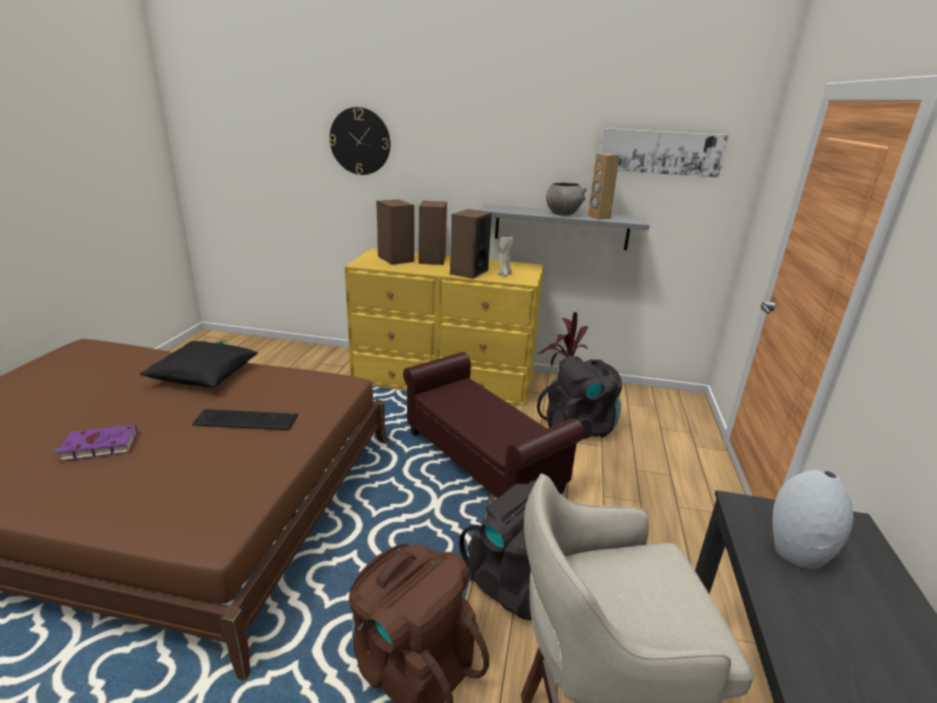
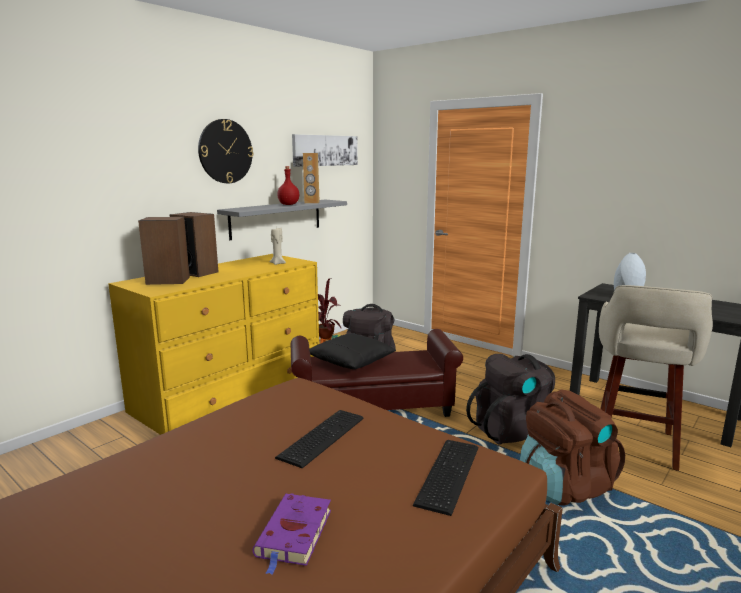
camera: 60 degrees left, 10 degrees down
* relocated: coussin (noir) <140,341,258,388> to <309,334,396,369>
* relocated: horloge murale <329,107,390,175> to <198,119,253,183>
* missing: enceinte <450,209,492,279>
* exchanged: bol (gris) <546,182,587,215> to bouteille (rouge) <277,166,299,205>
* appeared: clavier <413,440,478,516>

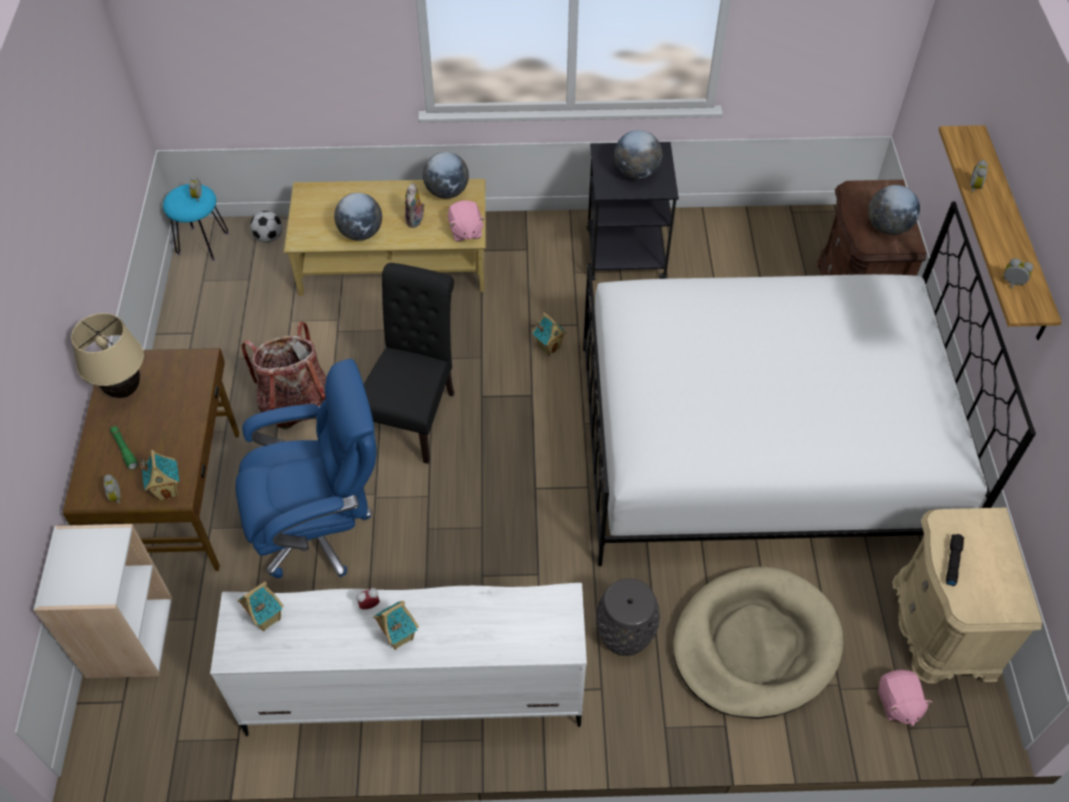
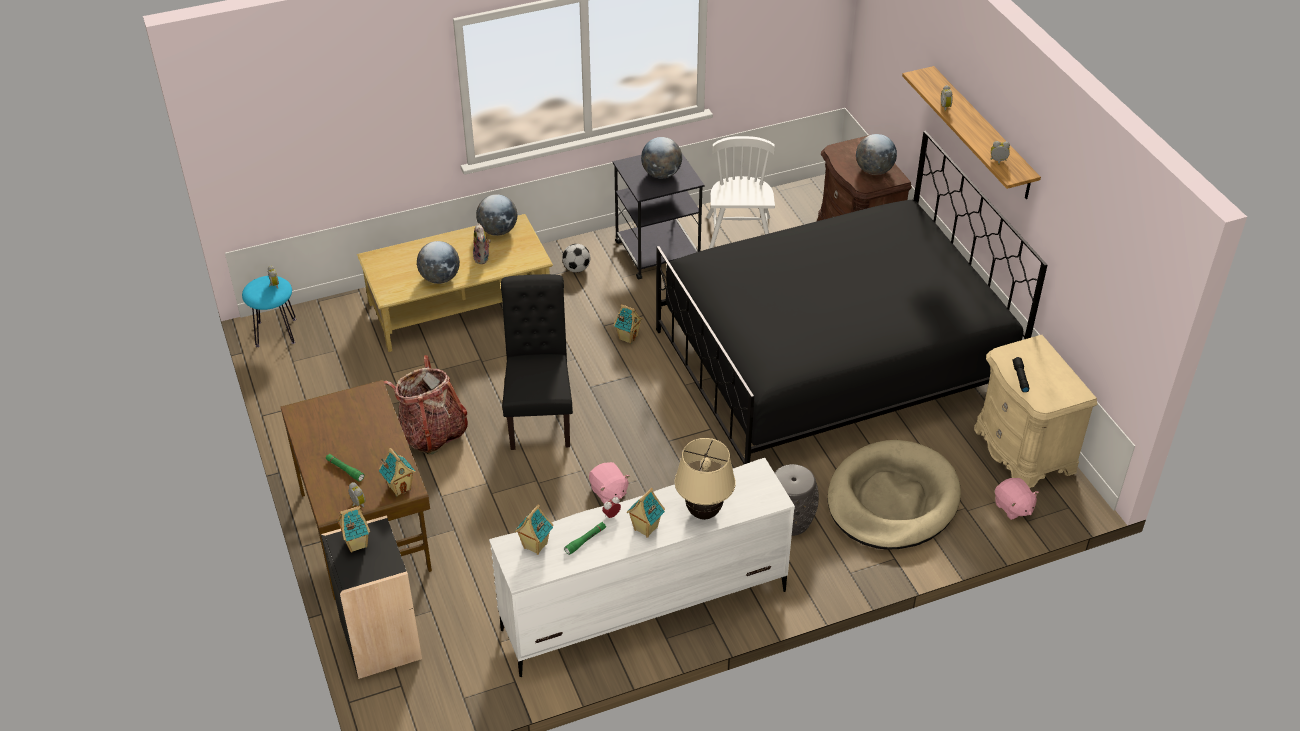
camera: 20 degrees left, 10 degrees down
* colour: bibliothèque (blanc) <34,524,172,678> to bibliothèque (noir) <321,515,422,679>
* relocated: lampe de table (beige) <71,313,144,398> to <674,438,736,520>
* missing: chaise de bureau (bleu) <235,359,377,578>
* relocated: ballon de foot <250,211,282,243> to <562,244,590,273>
* relocated: peluche (rose) <448,200,485,242> to <589,462,630,503>
* colour: lit (blanc) <583,201,1036,566> to lit (noir) <656,131,1047,464>
* appeared: maison miniature <336,506,370,552>
* appeared: lampe de poche (vert) <564,522,606,555>
* appeared: chaise (blanc) <706,136,775,249>

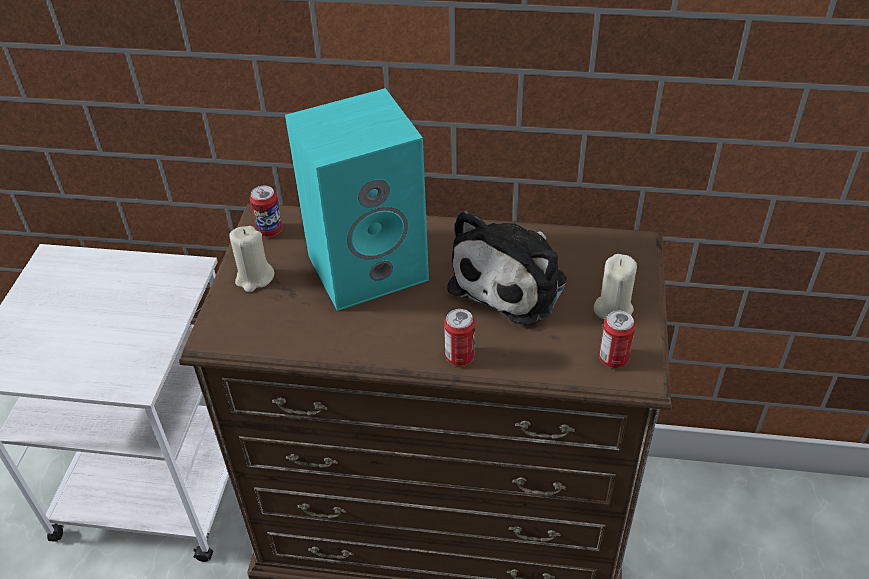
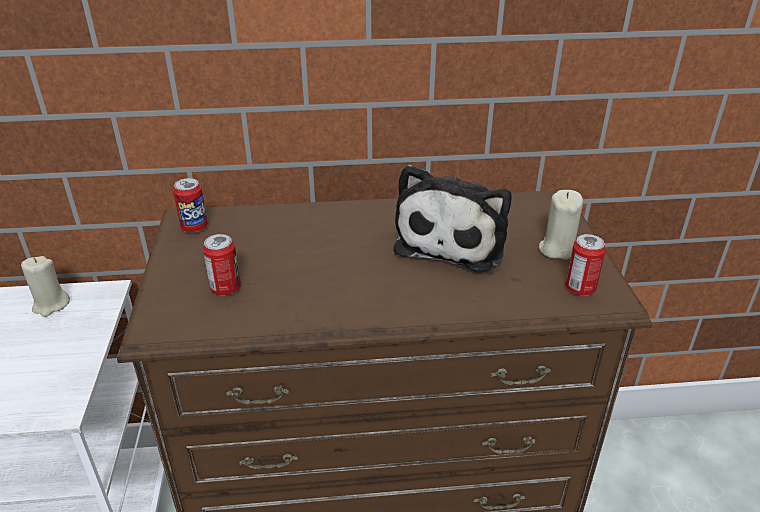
camera: 15 degrees left, 10 degrees down
* relocated: bougie (beige) <230,226,275,292> to <21,256,70,317>
* missing: enceinte (turquoise) <285,88,429,311>
* relocated: boîte métallique <444,309,475,366> to <203,234,241,295>

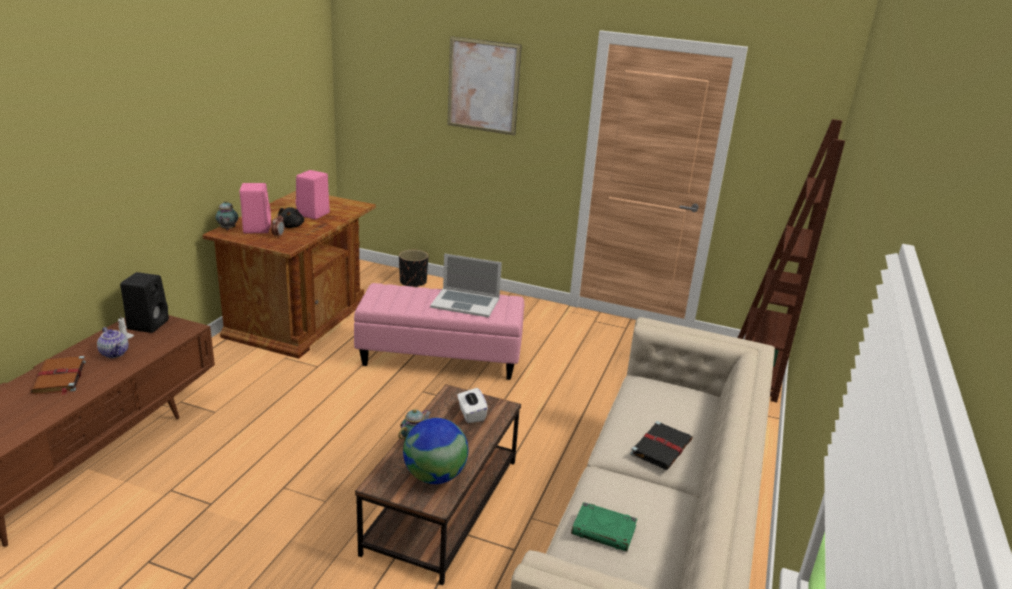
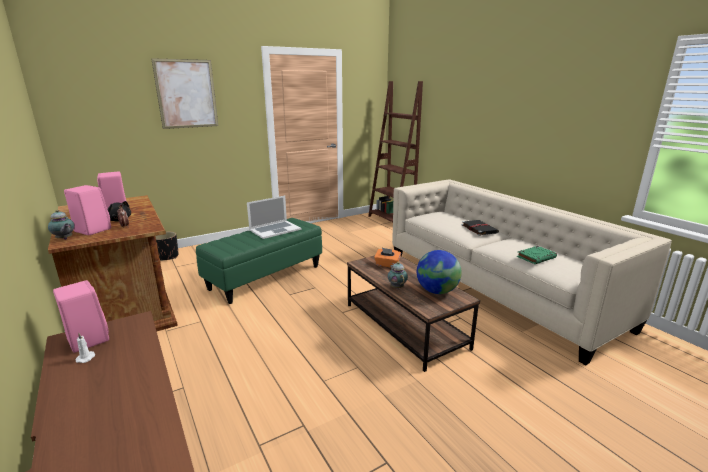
camera: 50 degrees left, 5 degrees down
* missing: livre (marron) <31,356,86,395>
* missing: théière <97,327,129,358>
* colour: enceinte (noir) <120,272,169,333> to enceinte (rose) <53,280,109,353>
* colour: pouf (rose) <354,283,524,380> to pouf (vert) <196,218,322,304>
* colour: boîte à mouchoirs (blanc) <457,388,488,423> to boîte à mouchoirs (orange) <374,248,401,268>

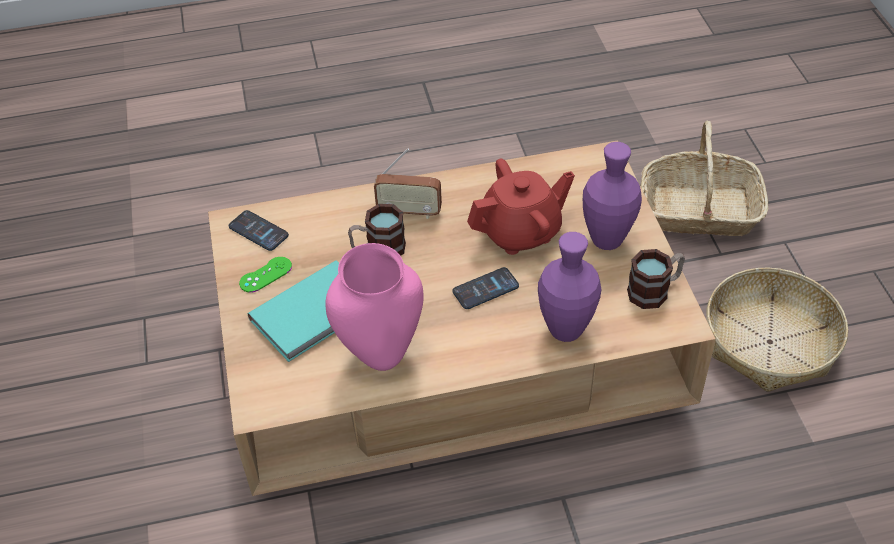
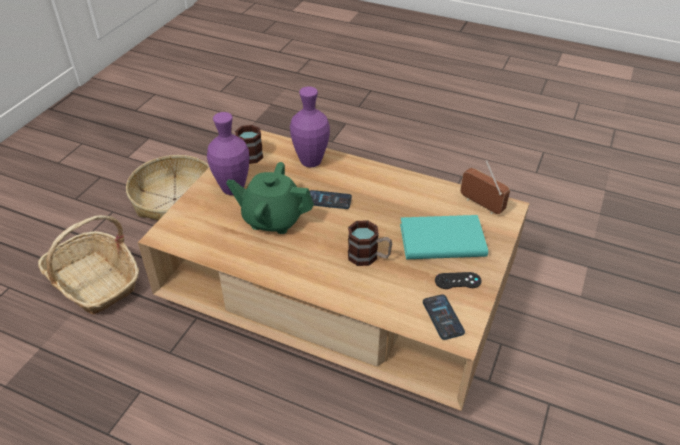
camera: 145 degrees left, 5 degrees down
* colour: manette (vert) <239,257,292,293> to manette (noir) <435,272,482,289>
* missing: vase (rose) <325,243,424,371>
* relocated: radio <374,148,442,219> to <460,160,510,214>
* colour: théière (rouge) <467,159,575,255> to théière (vert) <226,162,314,234>

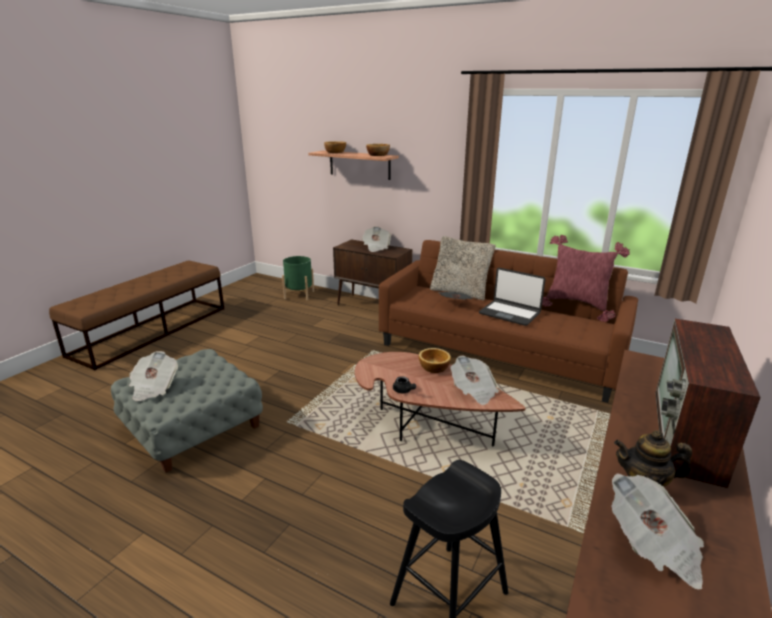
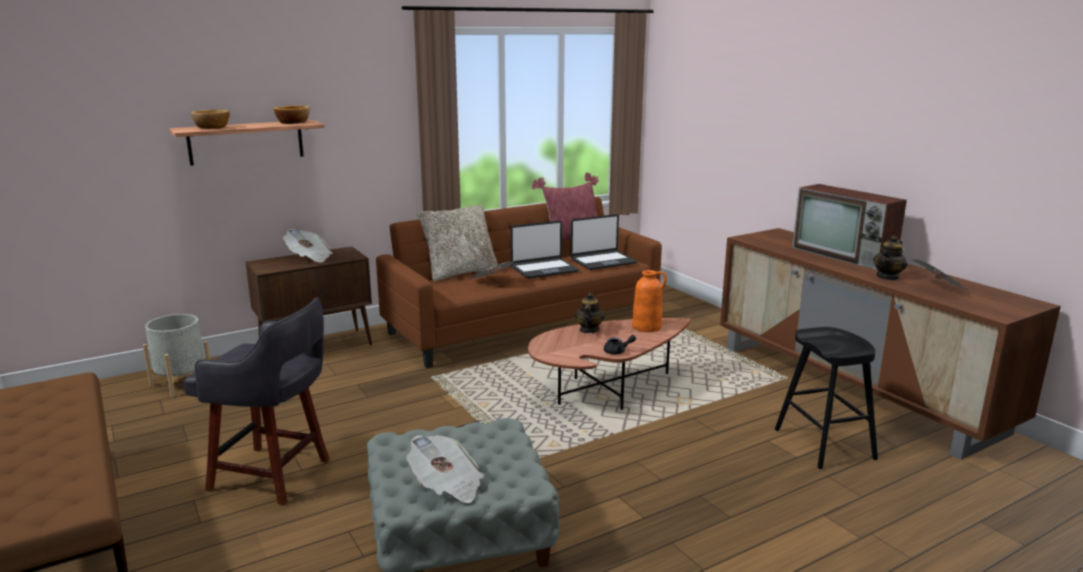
camera: 60 degrees left, 5 degrees down
* colour: cache-pot (vert) <282,256,314,300> to cache-pot (gris) <143,314,210,397>
* exchanged: bol <419,348,451,373> to théière <575,293,605,333>
* exchanged: journal <450,356,499,405> to vase (orange) <632,270,667,332>
* appeared: tabouret (gris) <184,297,330,505>
* appeared: ordinateur portable <570,214,637,270>

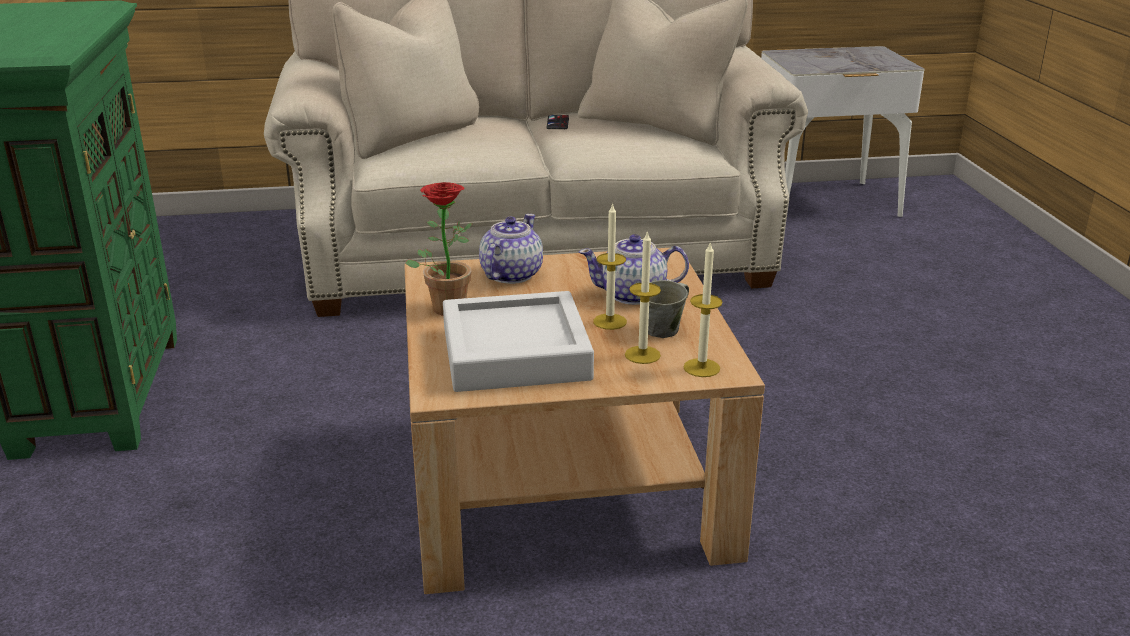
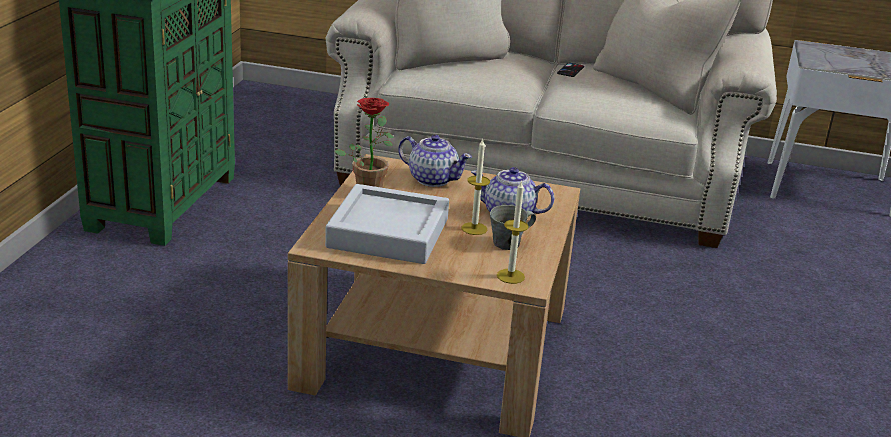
camera: 20 degrees right, 0 degrees up
* spun: théière <479,214,543,284> = <398,135,472,187> 75 degrees clockwise
* missing: bougie <625,230,661,364>

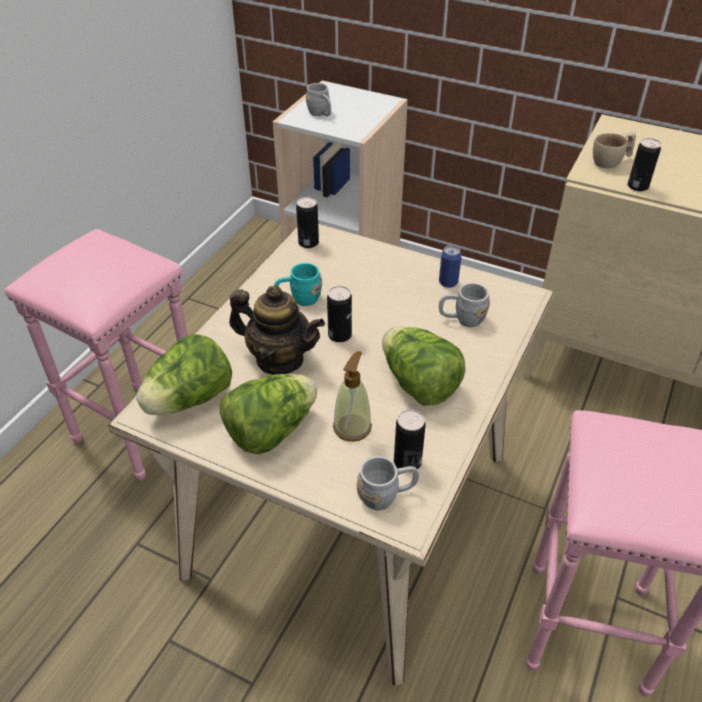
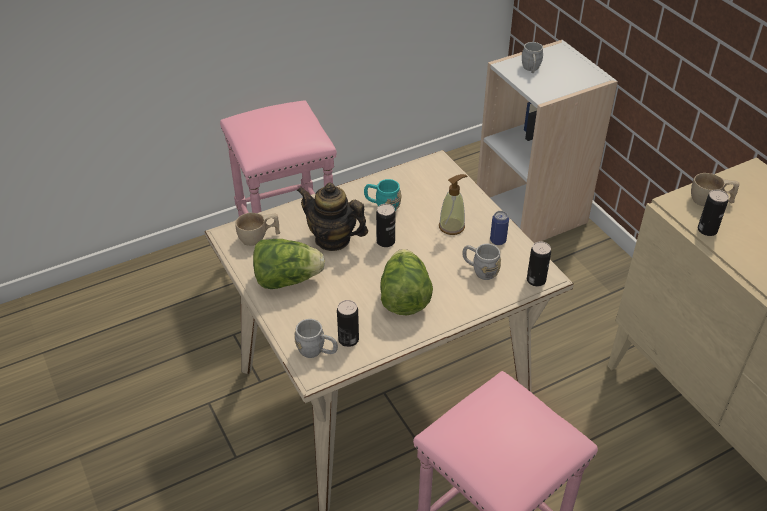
camera: 35 degrees right, 0 degrees up
* exchanged: laitue <136,334,232,415> to tasse (beige) <236,213,280,246>
* spun: théière <229,285,325,375> = <297,183,368,251> 150 degrees clockwise
* relocated: boîte métallique <296,197,319,248> to <527,241,551,286>
* relocated: distributeur de savon <333,351,372,442> to <439,174,467,235>

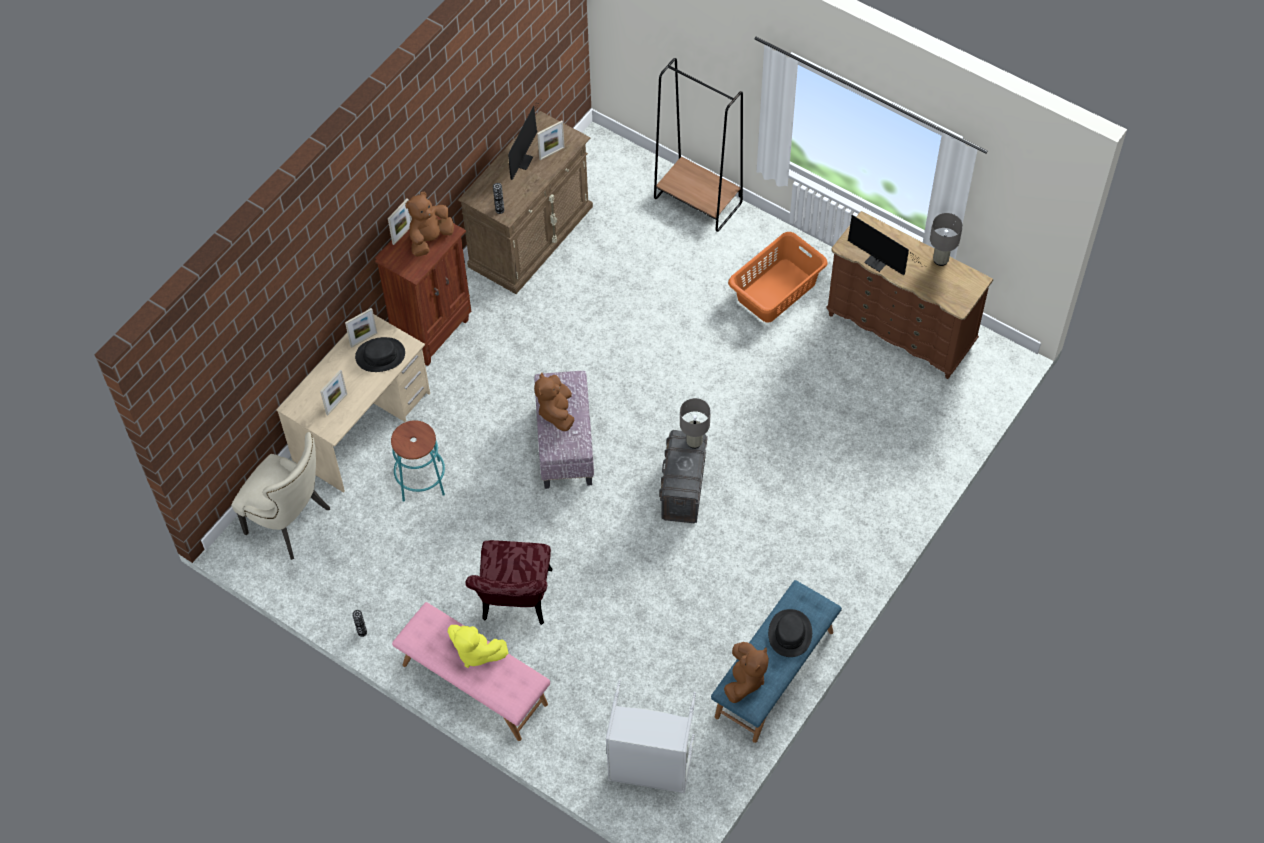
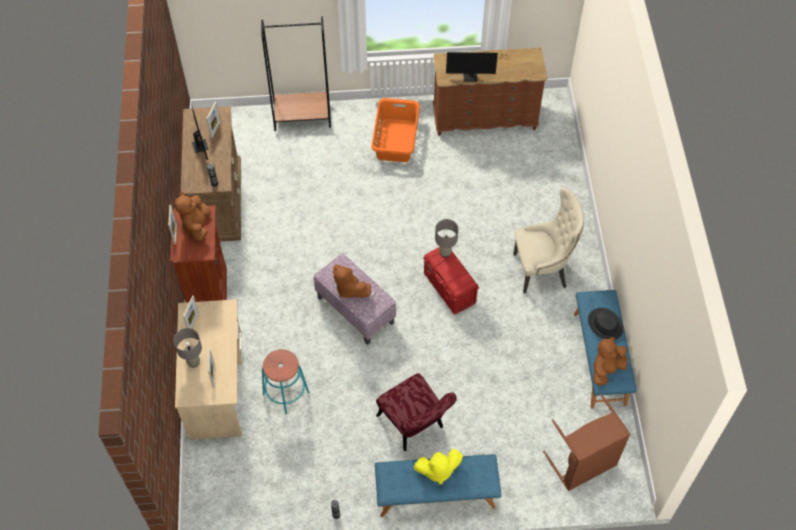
camera: 40 degrees left, 0 degrees up
* relocated: chaise (beige) <232,432,330,560> to <513,187,584,293>
* missing: chapeau (noir) <355,337,405,372>
* colour: banc (rose) <392,602,550,741> to banc (bleu) <375,454,502,517>
* colour: panier à linge (gris) <606,680,696,793> to panier à linge (marron) <543,394,630,491>
* colour: boîte de rangement (gris) <659,430,708,523> to boîte de rangement (rouge) <423,247,479,314>
* spun: peluche (marron) <724,642,769,703> = <593,337,628,385> 105 degrees counterclockwise
* relocated: lampe de table (gris) <930,213,963,266> to <174,328,202,367>

